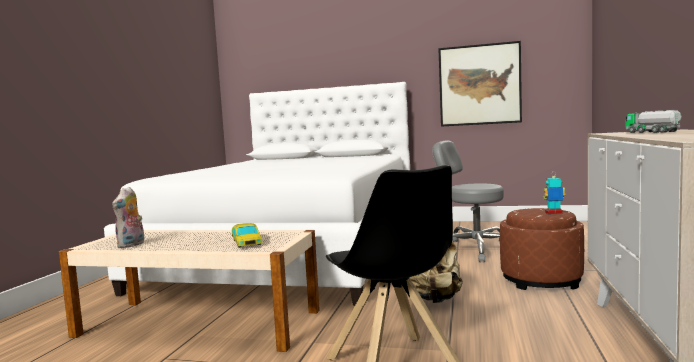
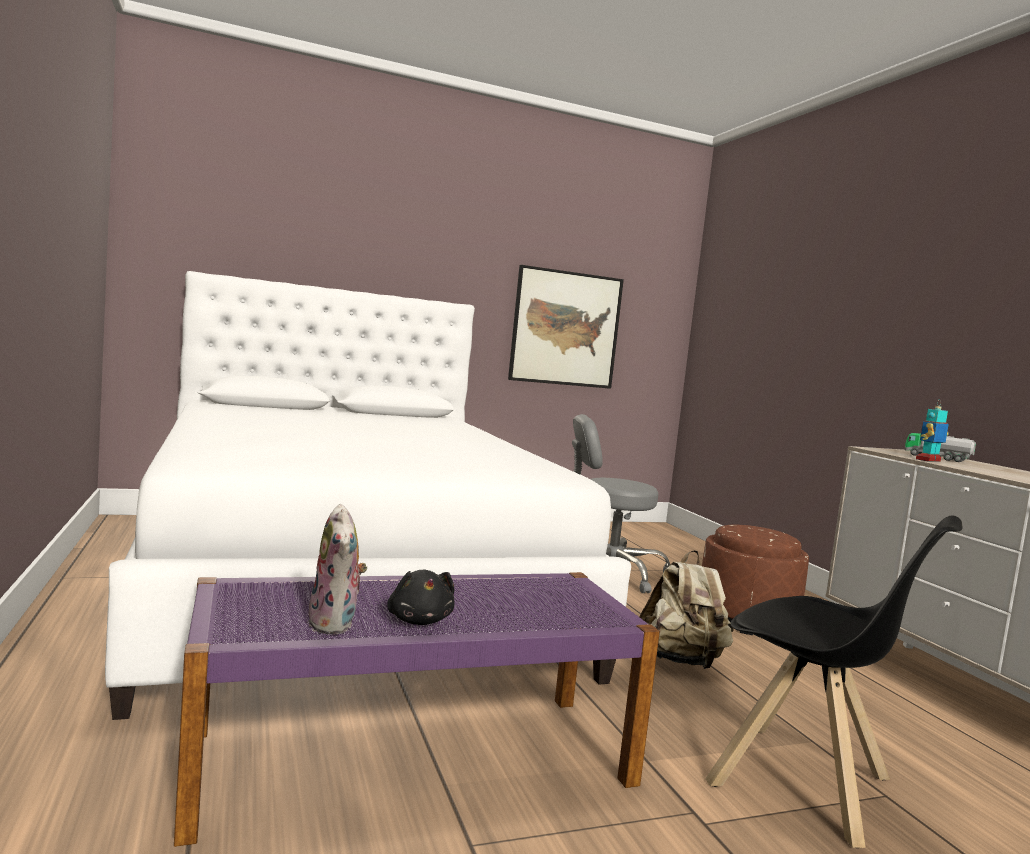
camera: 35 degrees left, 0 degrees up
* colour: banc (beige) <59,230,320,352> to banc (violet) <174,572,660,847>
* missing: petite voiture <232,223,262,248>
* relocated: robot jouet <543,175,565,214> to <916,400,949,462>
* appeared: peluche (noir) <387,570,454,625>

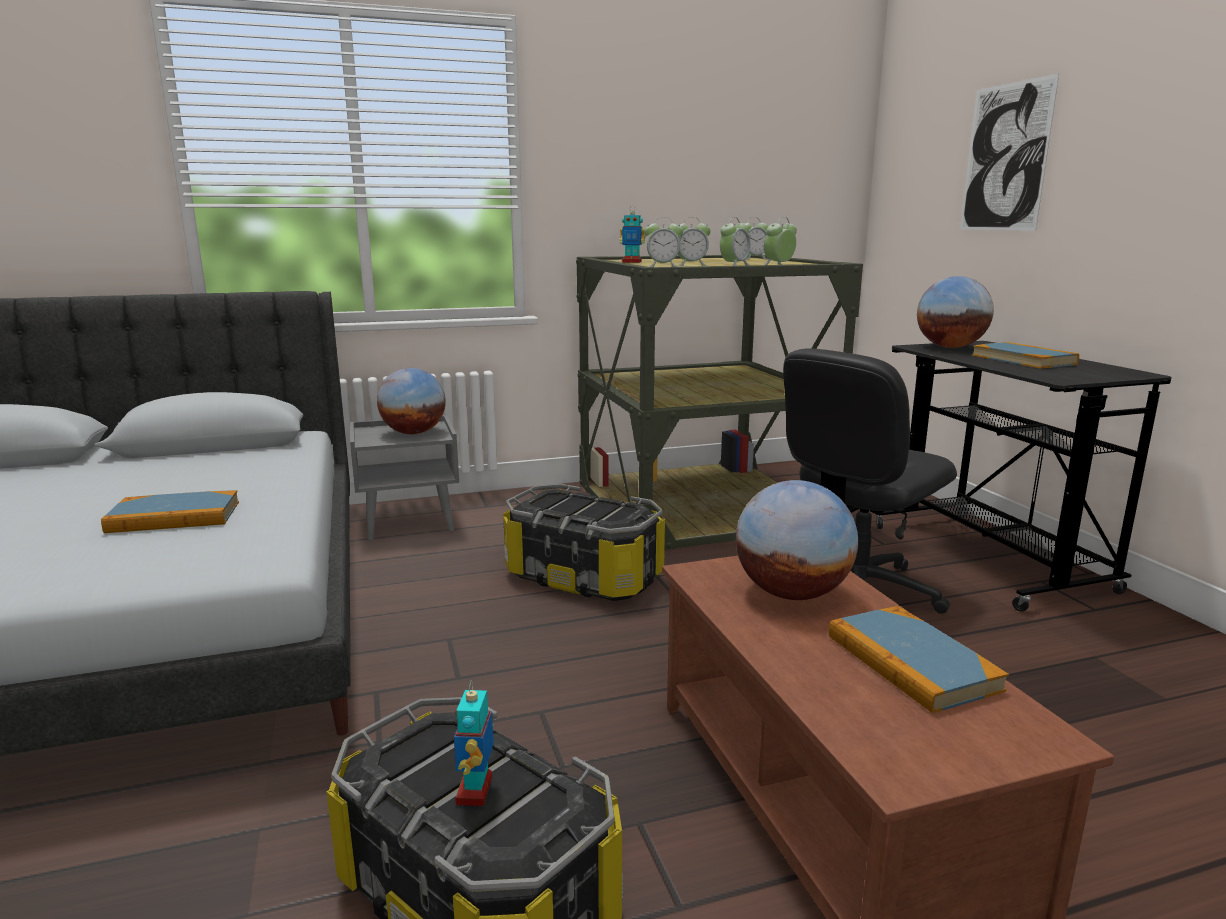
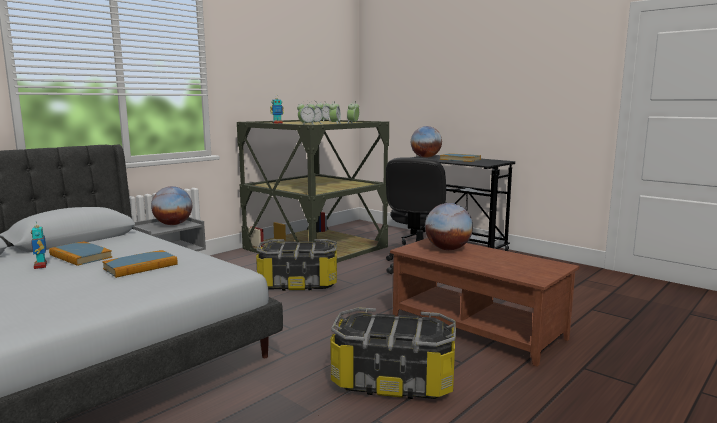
camera: 30 degrees left, 5 degrees down
* relocated: robot jouet <454,680,494,806> to <31,222,47,269>
* relocated: livre <829,606,1009,713> to <49,241,112,266>
* missing: tableau <960,73,1059,231>

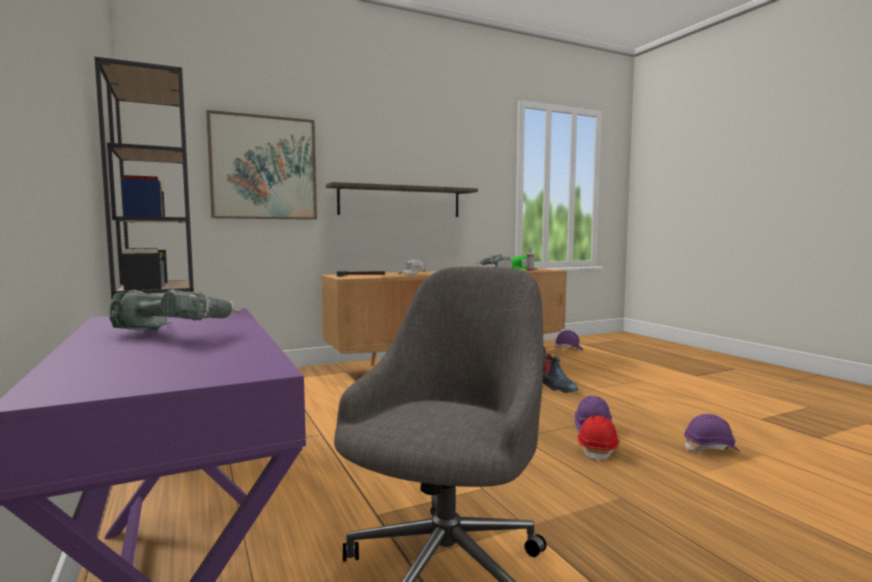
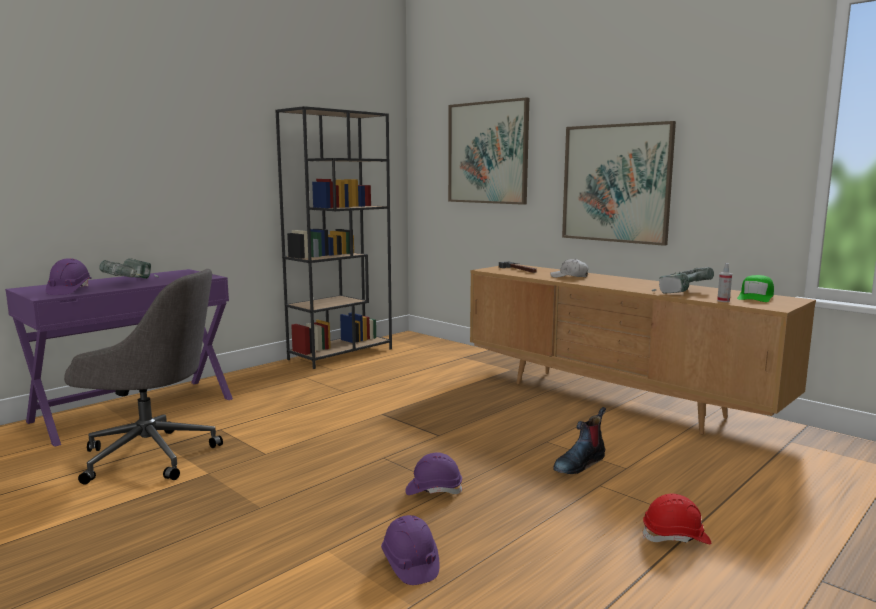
camera: 70 degrees right, 5 degrees up
* exchanged: étagère <326,182,478,217> to tableau <562,121,676,246>
* relocated: casque de chantier (violet) <555,330,583,350> to <46,258,92,295>
* relocated: casque de chantier (rouge) <577,416,620,461> to <642,494,711,544>

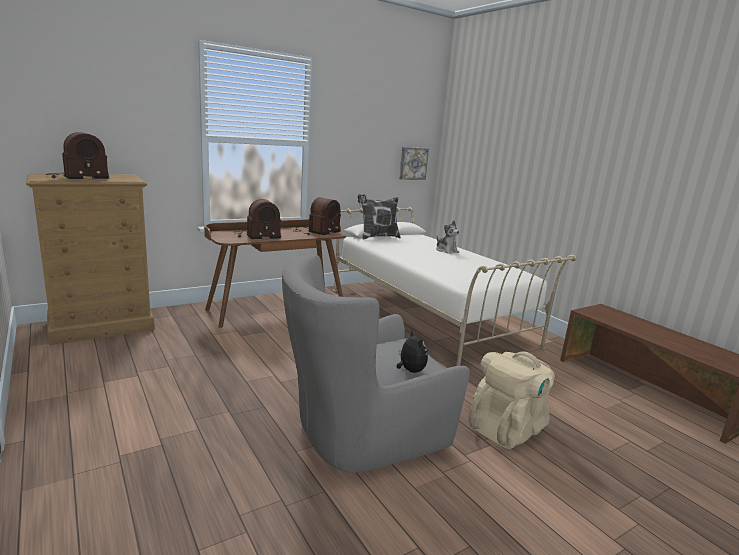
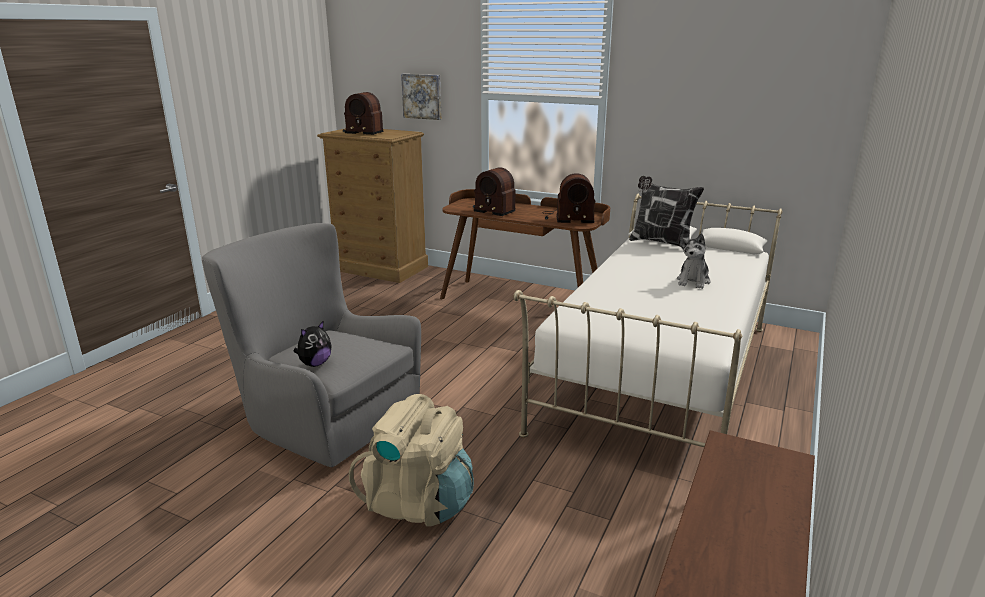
camera: 60 degrees right, 5 degrees up
* relocated: tableau <399,147,429,180> to <401,74,441,120>

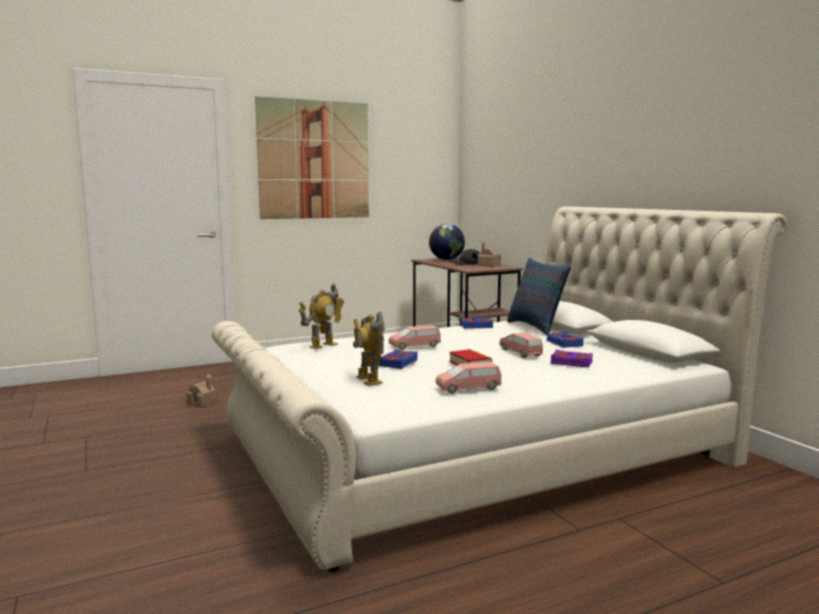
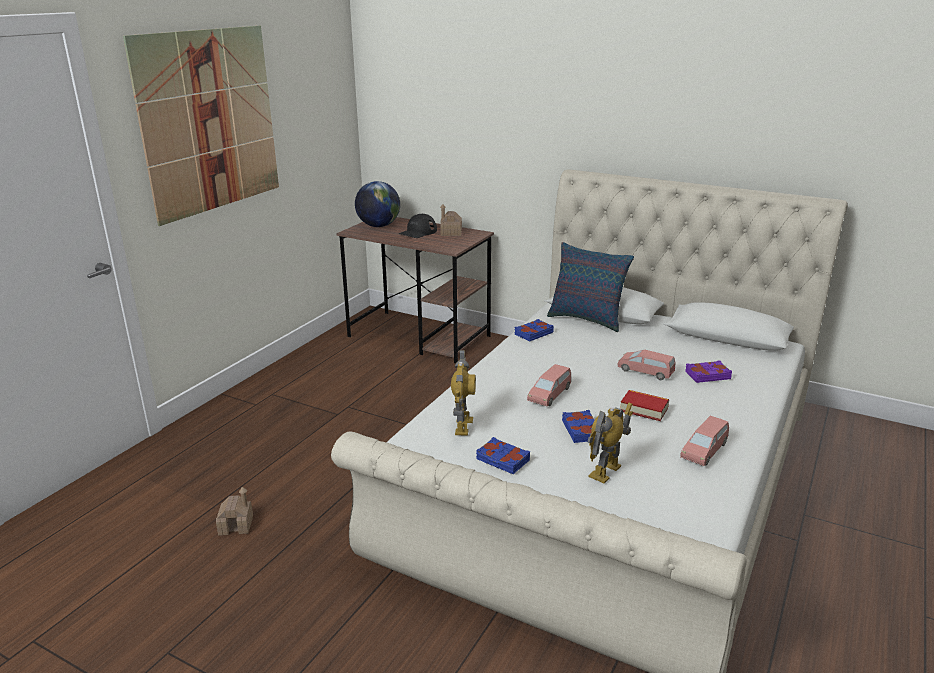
camera: 35 degrees left, 15 degrees up
* spun: robot jouet <353,312,385,386> = <587,402,633,483> 105 degrees clockwise
* relocated: livre (bleu) <547,332,584,348> to <476,437,530,474>

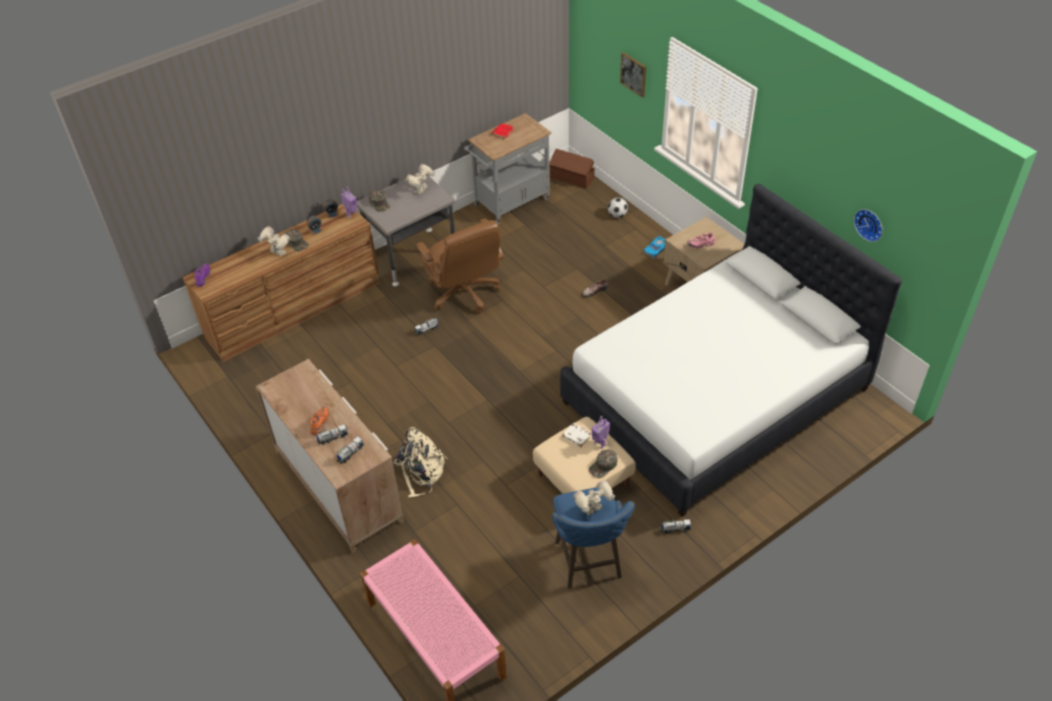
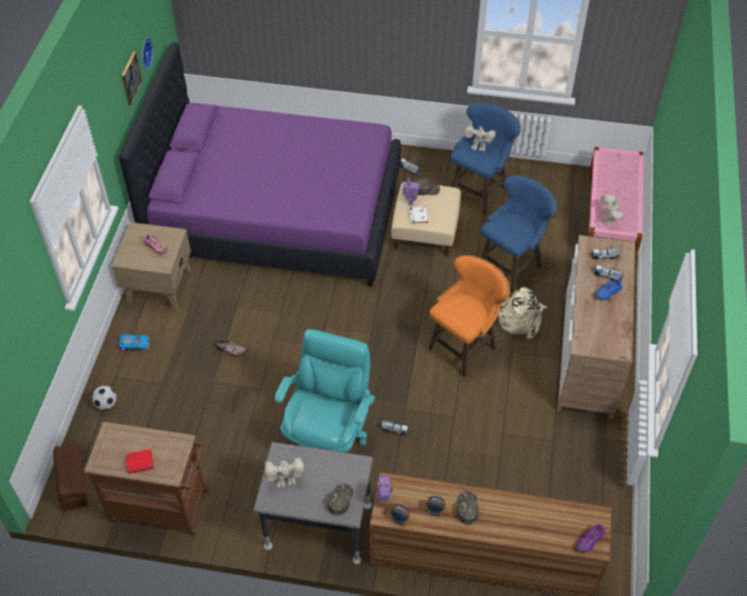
camera: 135 degrees left, 5 degrees up
* relocated: robot jouet <258,226,290,256> to <601,195,626,226>
* colour: chaussure (orange) <310,406,329,436> to chaussure (bleu) <594,279,622,300>
* colour: chaise de bureau (marron) <417,218,504,314> to chaise de bureau (turquoise) <275,329,375,453>
* colour: chariot (gris) <464,113,551,224> to chariot (marron) <84,422,208,535>
* colour: lit (blanc) <560,184,902,517> to lit (violet) <119,42,401,287>
* relocated: tableau <620,52,646,98> to <122,52,142,105>
* appeared: tabouret (orange) <428,255,510,377>
* appeared: tabouret (bleu) <481,175,557,293>

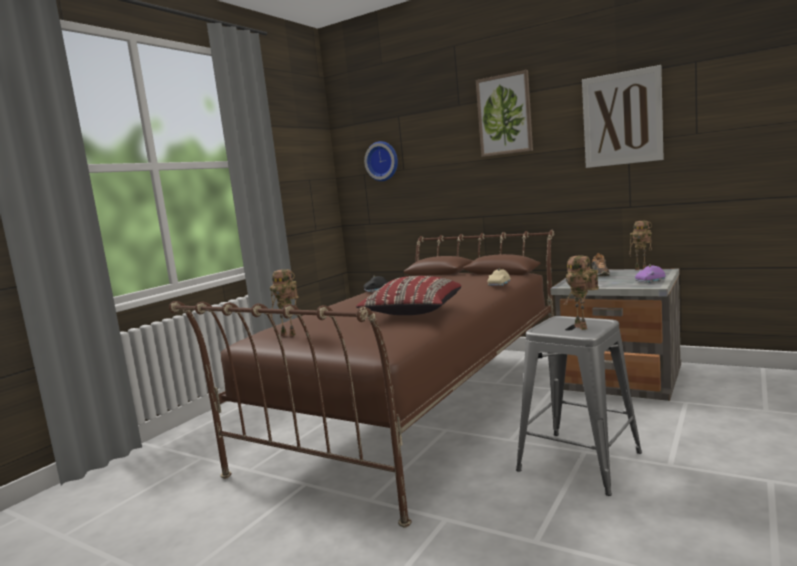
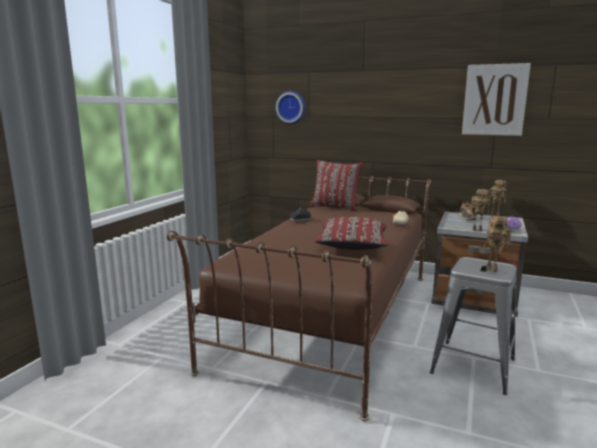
camera: 10 degrees left, 5 degrees up
* relocated: robot jouet <270,269,298,336> to <471,189,491,231>
* missing: tableau <476,70,533,157>
* appeared: coussin (rouge) <310,160,363,211>

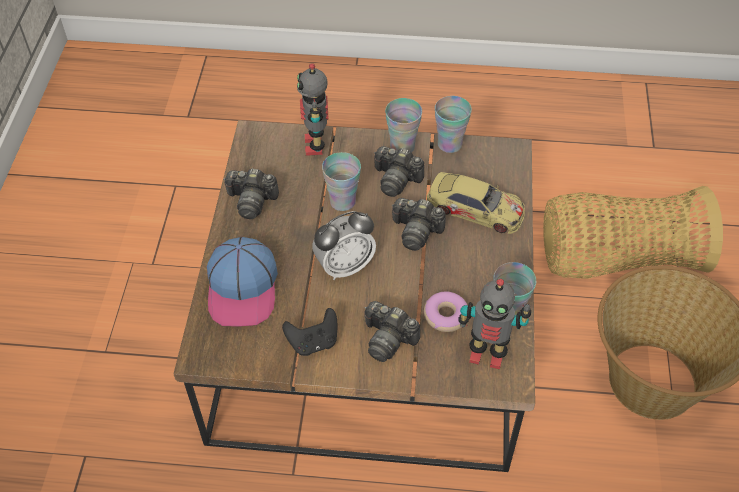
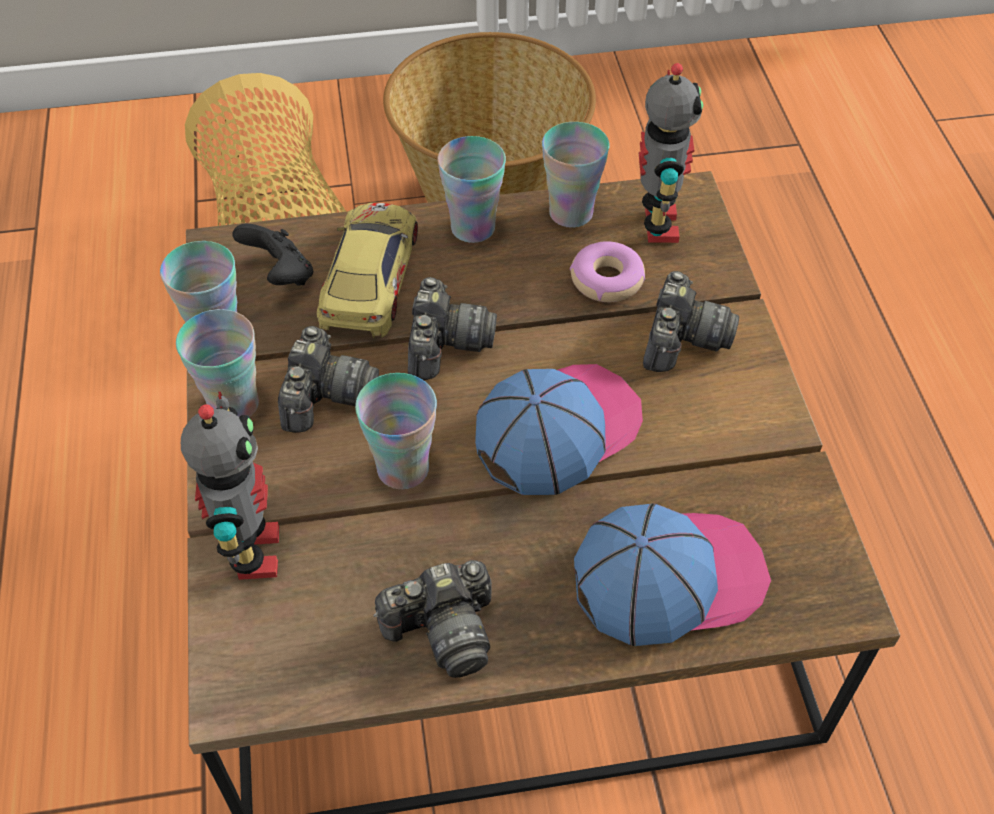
camera: 105 degrees left, 0 degrees up
* spun: appareil photo <224,169,279,219> = <374,560,492,678> 75 degrees clockwise
* relocated: manette (noir) <282,308,337,356> to <232,224,313,286>
* spun: robot jouet <297,63,329,156> = <181,392,279,580> 75 degrees counterclockwise
* exchanged: réveil <312,211,376,280> to casquette <475,364,643,495>
* appeared: tasse <437,136,506,243>

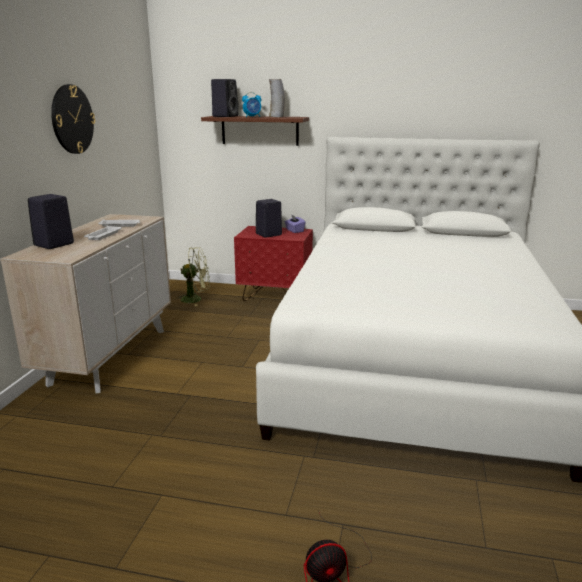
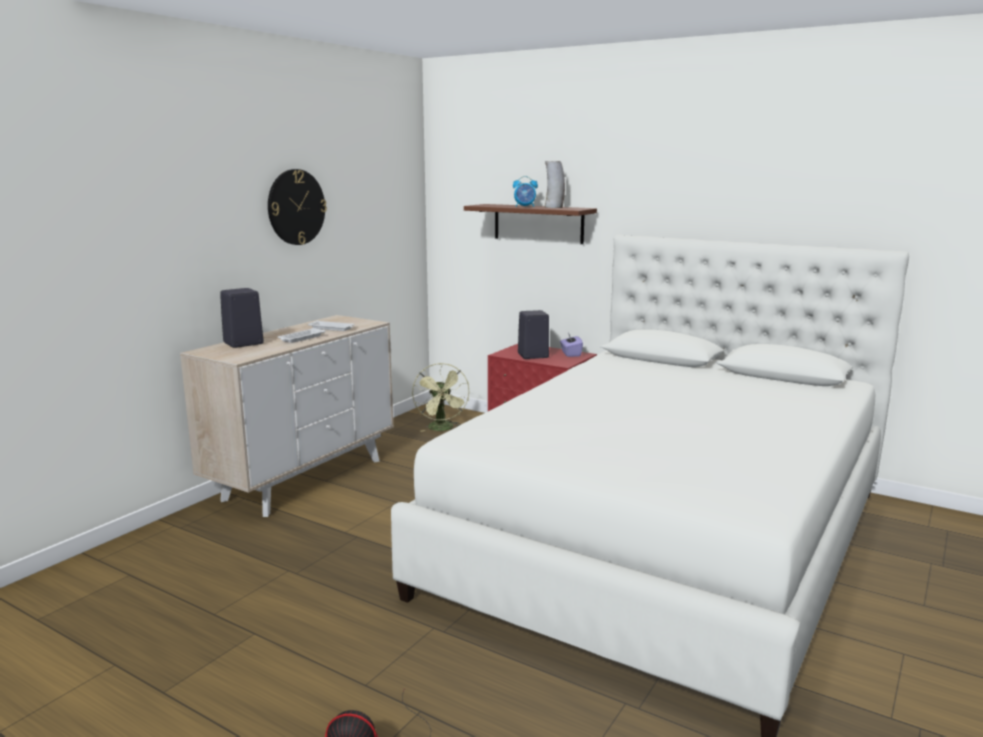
camera: 20 degrees right, 5 degrees down
* spun: ventilateur (vert) <176,247,210,306> = <412,363,469,432> 60 degrees clockwise
* missing: enceinte (noir) <211,79,239,117>

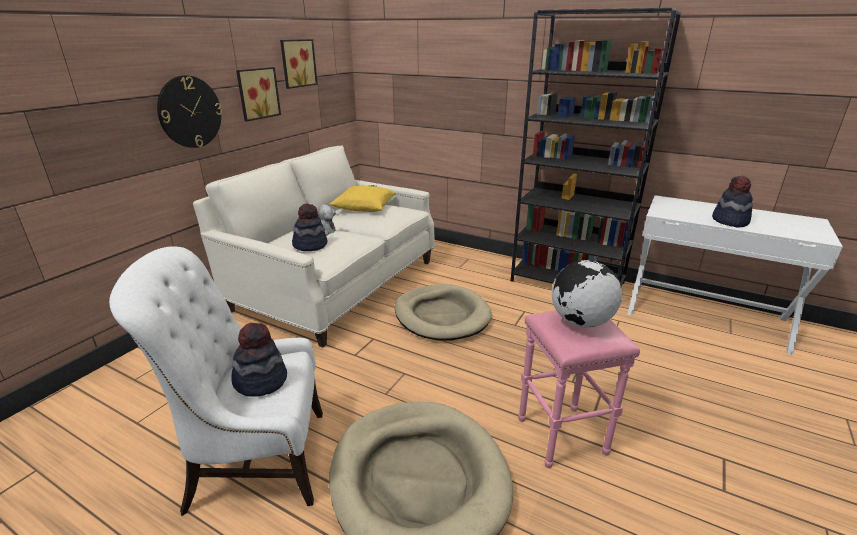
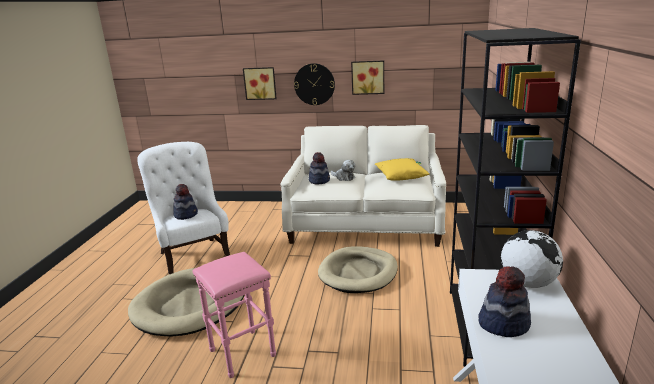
camera: 70 degrees right, 5 degrees down
* relocated: tableau <280,39,318,89> to <243,67,277,100>
* relocated: globe <552,260,622,328> to <501,230,563,288>

